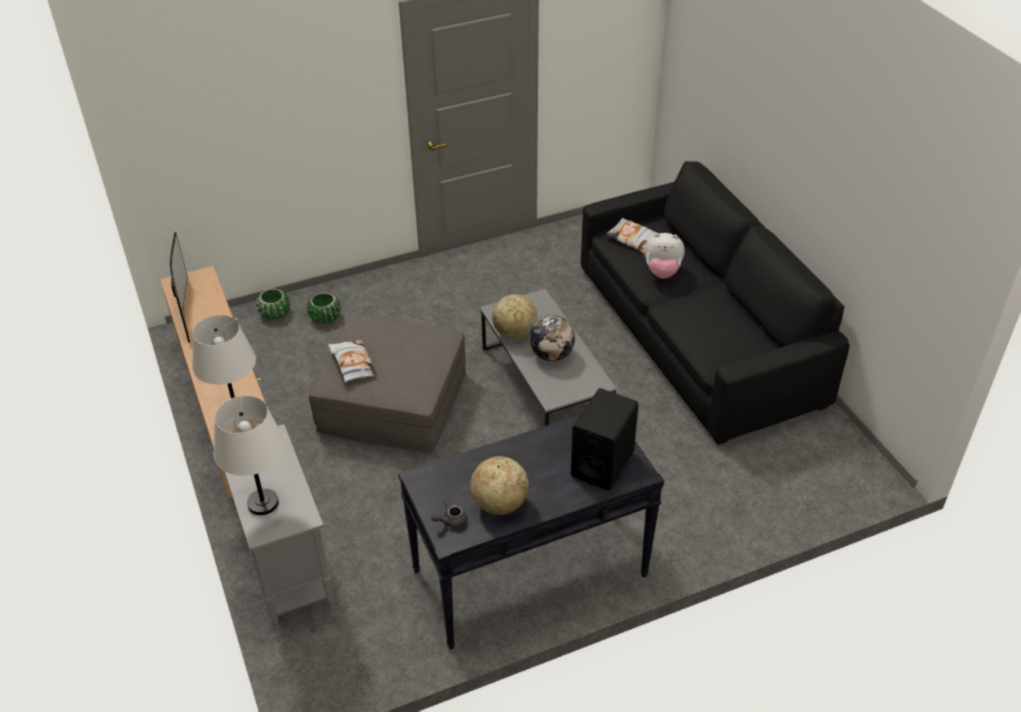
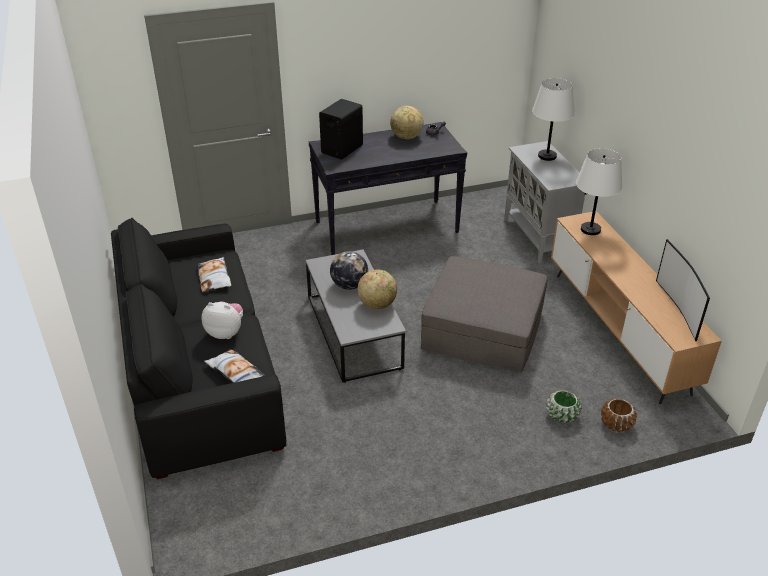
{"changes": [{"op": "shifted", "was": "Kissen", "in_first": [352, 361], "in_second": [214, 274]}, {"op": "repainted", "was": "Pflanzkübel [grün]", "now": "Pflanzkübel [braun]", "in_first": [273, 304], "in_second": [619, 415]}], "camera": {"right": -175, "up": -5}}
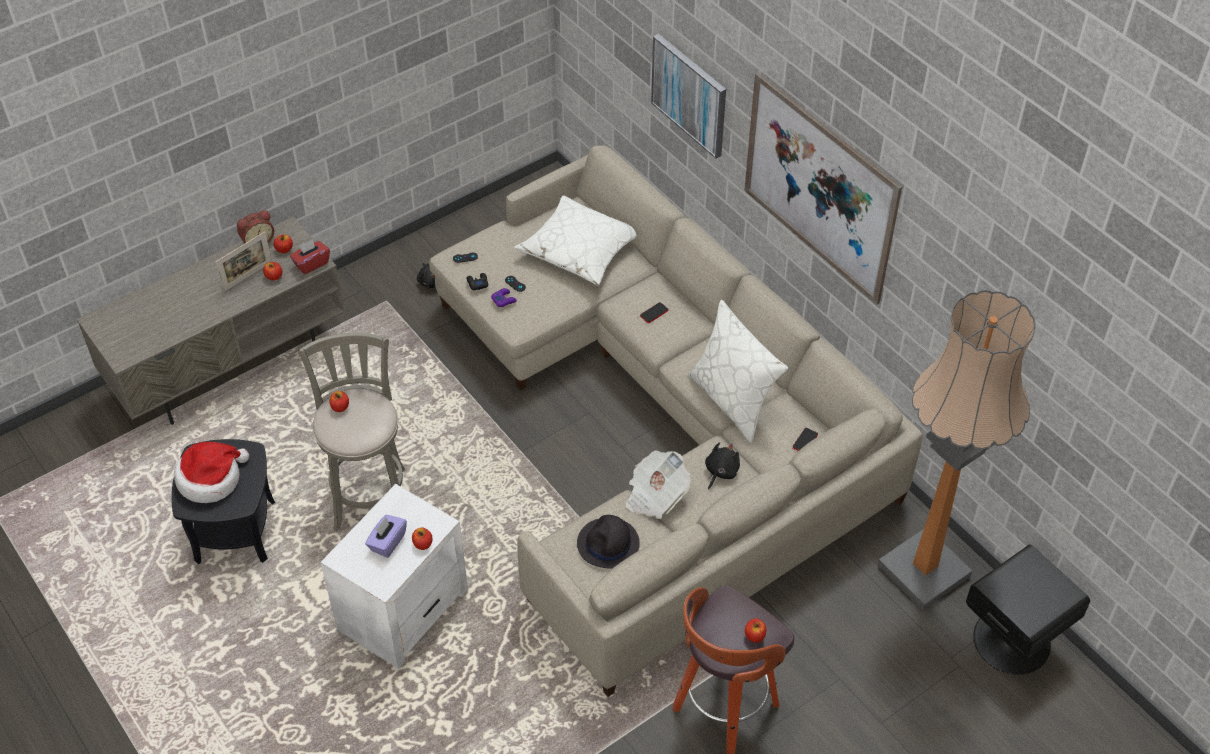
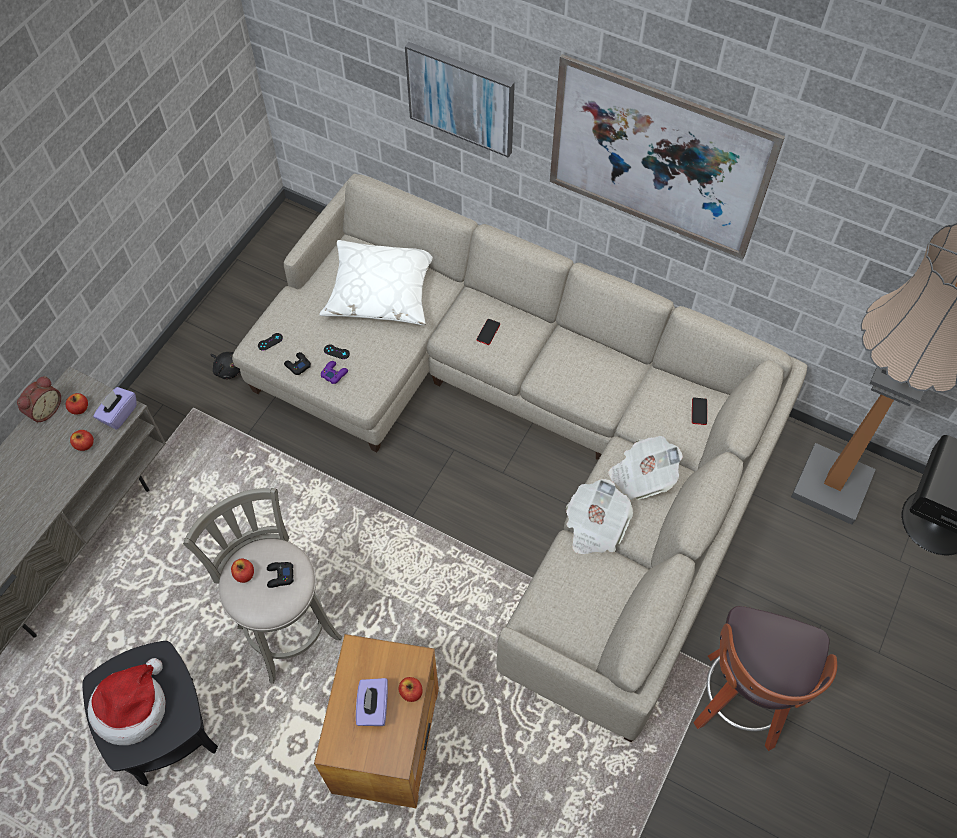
{"changes": [{"op": "repainted", "was": "Taschentuchbox [rot]", "now": "Taschentuchbox [lila]", "in_first": [310, 257], "in_second": [115, 408]}, {"op": "new", "now": "Gamepad [schwarz]", "in_second": [280, 575]}, {"op": "repainted", "was": "Beistelltisch [weiß]", "now": "Beistelltisch [braun]", "in_first": [394, 576], "in_second": [376, 721]}, {"op": "swapped", "was": "Plüschtier [schwarz]", "now": "Zeitung", "in_first": [722, 466], "in_second": [645, 468]}, {"op": "gone", "was": "Bilderrahmen", "in_first": [244, 262]}, {"op": "gone", "was": "Hut [schwarz]", "in_first": [608, 542]}, {"op": "gone", "was": "Kissen [weiß]", "in_first": [738, 371]}, {"op": "gone", "was": "Apfel", "in_first": [755, 630]}], "camera": {"right": -25, "up": 10}}
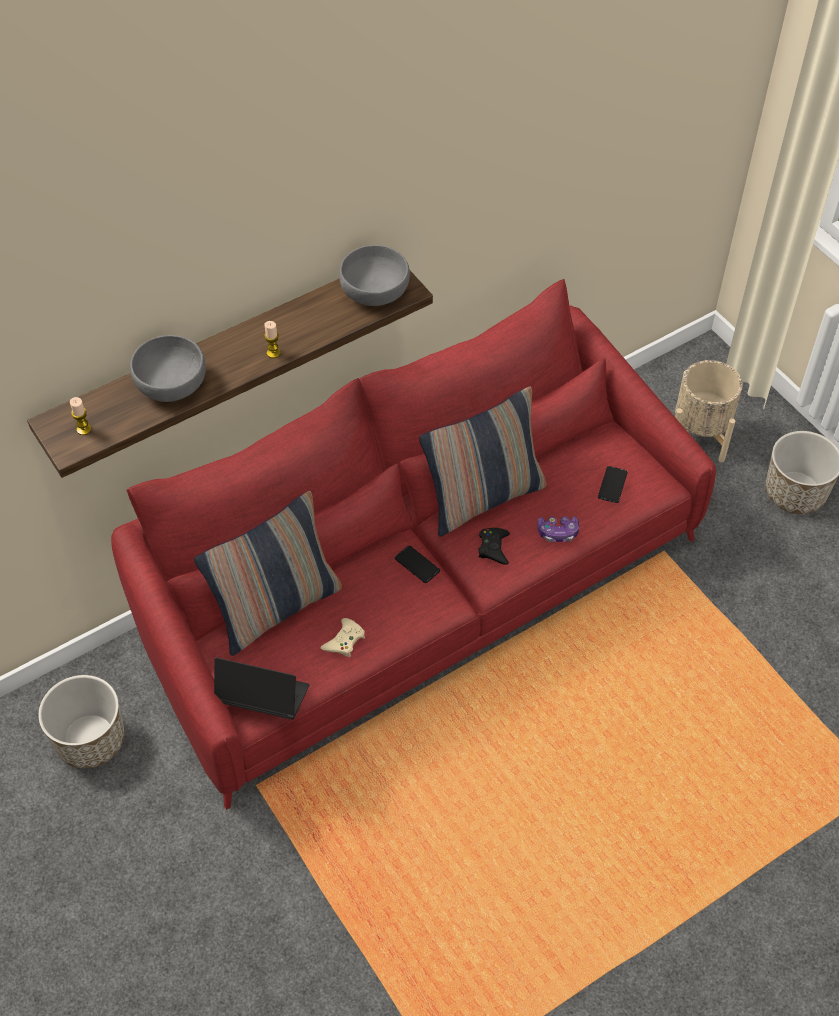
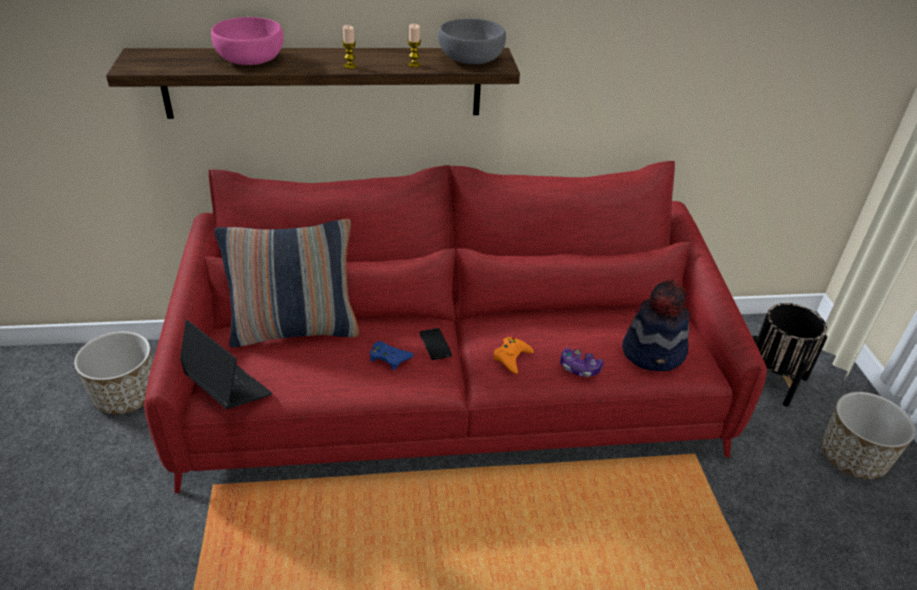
{"changes": [{"op": "repainted", "was": "Schüssel [grau]", "now": "Schüssel [rosa]", "in_first": [168, 368], "in_second": [247, 41]}, {"op": "new", "now": "Gamepad [blau]", "in_second": [392, 356]}, {"op": "shifted", "was": "Kerze", "in_first": [80, 416], "in_second": [414, 45]}, {"op": "repainted", "was": "Gamepad [schwarz]", "now": "Gamepad [orange]", "in_first": [494, 546], "in_second": [513, 355]}, {"op": "swapped", "was": "Handy", "now": "Hut", "in_first": [613, 484], "in_second": [656, 325]}, {"op": "repainted", "was": "Pflanzkübel [beige]", "now": "Pflanzkübel [schwarz]", "in_first": [709, 411], "in_second": [790, 355]}, {"op": "gone", "was": "Gamepad [beige]", "in_first": [342, 637]}, {"op": "gone", "was": "Kissen", "in_first": [483, 462]}], "camera": {"right": 25, "up": -15}}
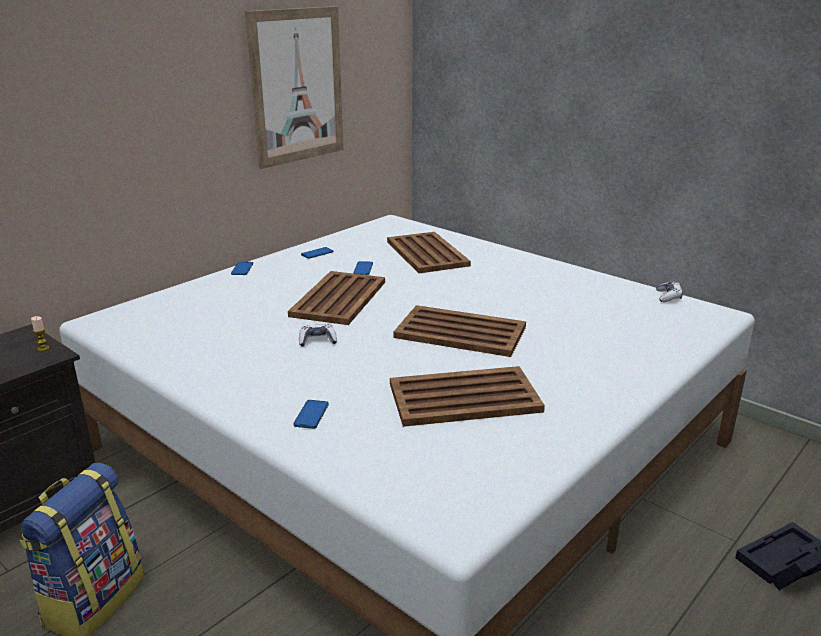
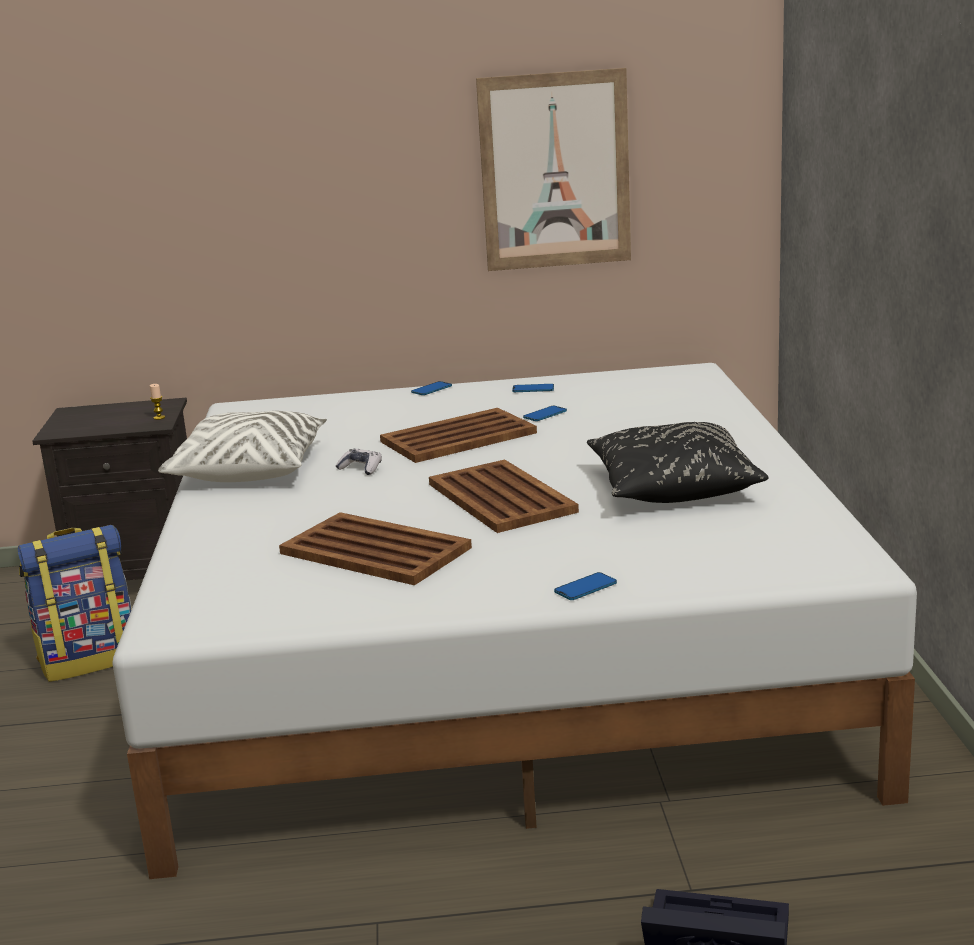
{"changes": [{"op": "new", "now": "Kissen [weiß]", "in_second": [242, 446]}, {"op": "shifted", "was": "Handy", "in_first": [311, 414], "in_second": [585, 586]}, {"op": "new", "now": "Kissen [schwarz]", "in_second": [678, 462]}, {"op": "gone", "was": "Tablett [braun]", "in_first": [429, 252]}, {"op": "gone", "was": "Gamepad", "in_first": [669, 291]}], "camera": {"right": 45, "up": -5}}
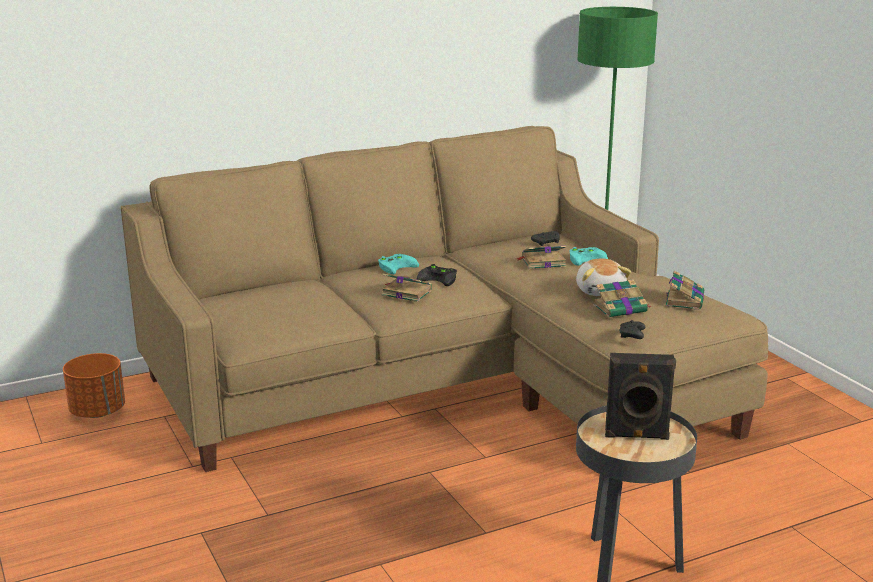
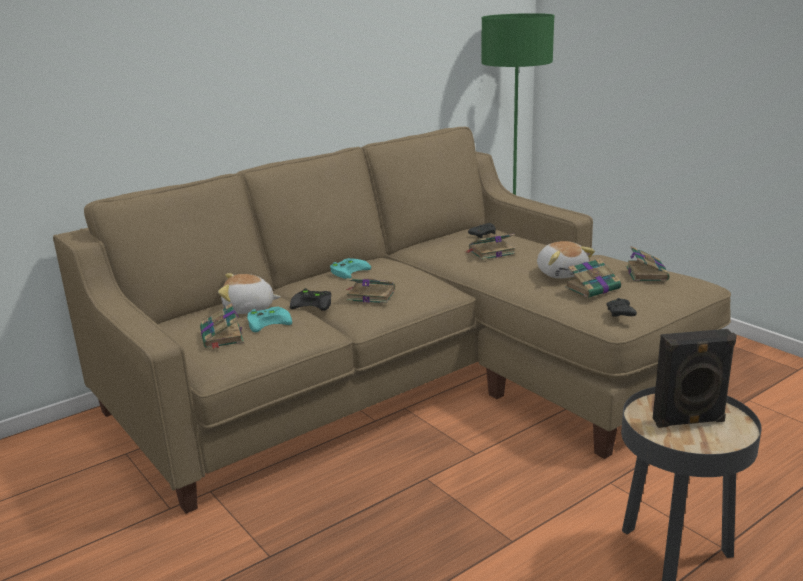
{"changes": [{"op": "new", "now": "Buch", "in_second": [222, 326]}, {"op": "new", "now": "Plüschtier", "in_second": [249, 293]}, {"op": "shifted", "was": "Gamepad [türkis]", "in_first": [589, 256], "in_second": [269, 319]}, {"op": "shifted", "was": "Gamepad [schwarz]", "in_first": [437, 275], "in_second": [310, 299]}, {"op": "gone", "was": "Pflanzkübel [orange]", "in_first": [94, 385]}], "camera": {"right": -10, "up": 0}}
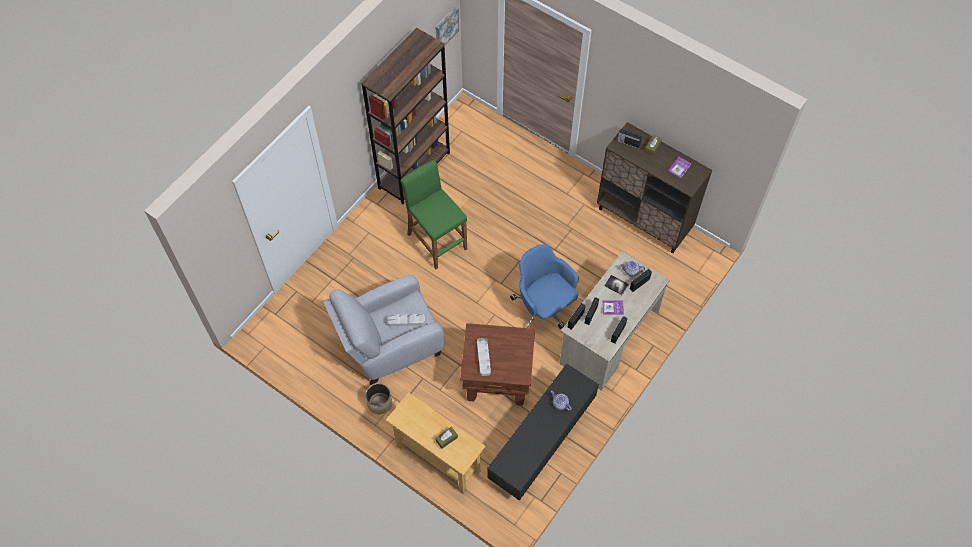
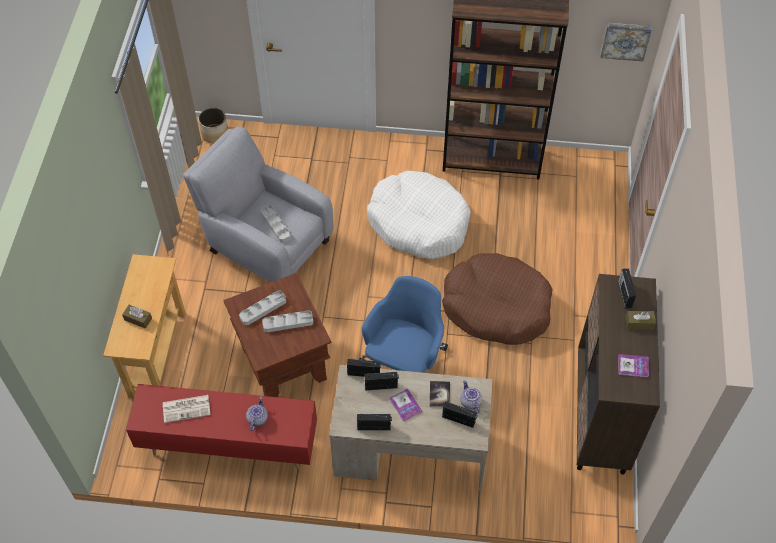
{"changes": [{"op": "repainted", "was": "Fernsehschrank [schwarz]", "now": "Fernsehschrank [rot]", "in_first": [543, 432], "in_second": [221, 427]}, {"op": "new", "now": "Zeitung", "in_second": [186, 409]}, {"op": "shifted", "was": "Pflanzkübel", "in_first": [379, 398], "in_second": [213, 125]}, {"op": "new", "now": "Tablett [grau]", "in_second": [287, 321]}, {"op": "swapped", "was": "Hocker [grün]", "now": "Hundebett [weiß]", "in_first": [433, 214], "in_second": [419, 215]}, {"op": "new", "now": "Hundebett [braun]", "in_second": [497, 299]}], "camera": {"right": 60, "up": -5}}
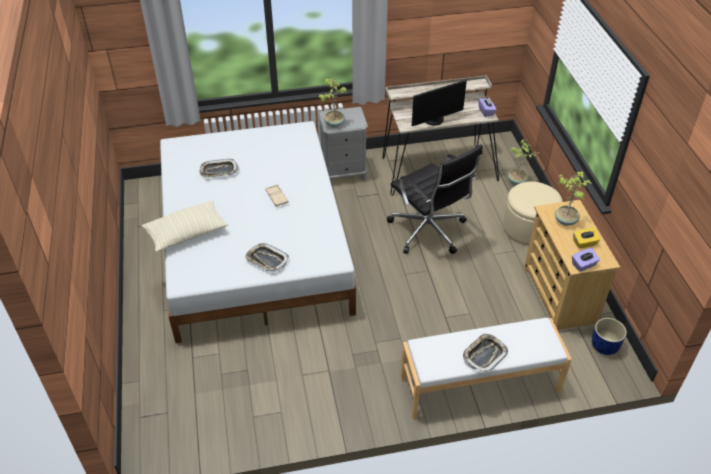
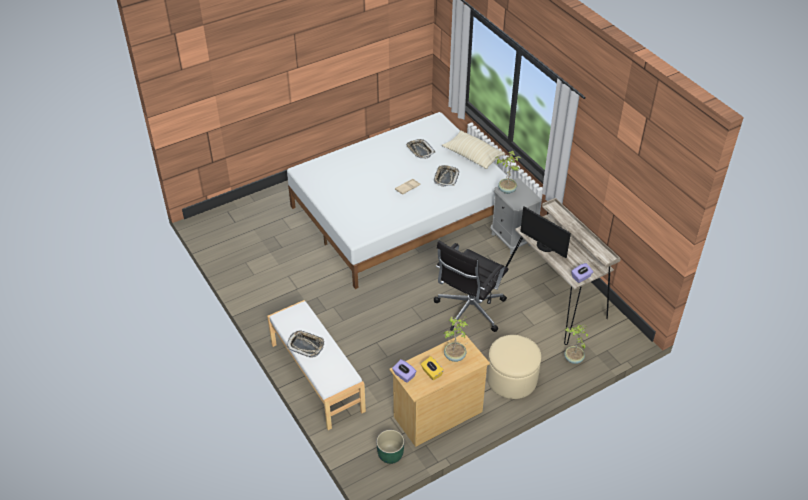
{"changes": [{"op": "repainted", "was": "Pflanzkübel [blau]", "now": "Pflanzkübel [grün]", "in_first": [609, 336], "in_second": [390, 447]}, {"op": "shifted", "was": "Tablett", "in_first": [267, 257], "in_second": [446, 176]}, {"op": "shifted", "was": "Kissen [beige]", "in_first": [185, 226], "in_second": [473, 150]}], "camera": {"right": 70, "up": 0}}
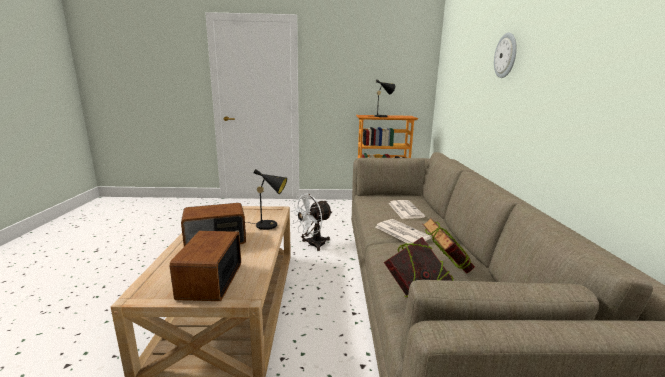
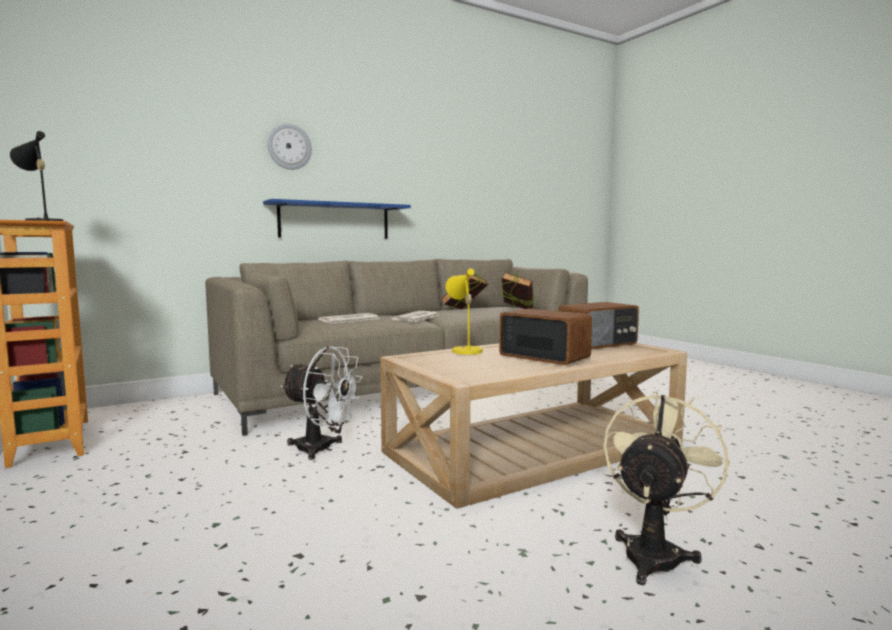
{"changes": [{"op": "new", "now": "Wandregal [blau]", "in_second": [337, 218]}, {"op": "repainted", "was": "Tischlampe [schwarz]", "now": "Tischlampe [gelb]", "in_first": [266, 199], "in_second": [464, 312]}, {"op": "new", "now": "Ventilator [beige]", "in_second": [666, 488]}], "camera": {"right": -120, "up": -10}}
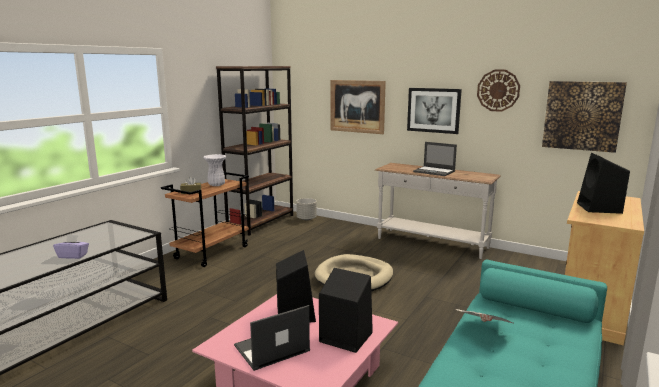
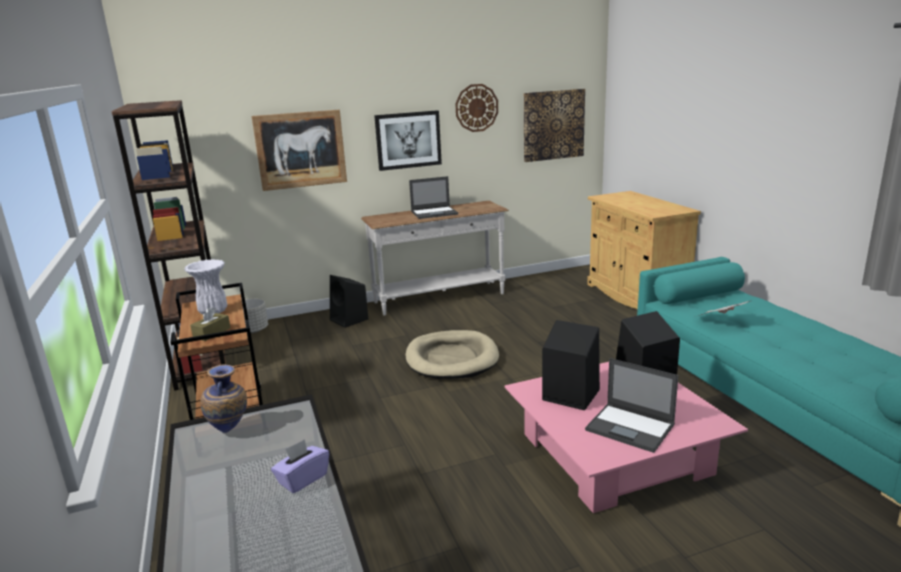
{"changes": [{"op": "new", "now": "Vase", "in_second": [223, 399]}, {"op": "shifted", "was": "Lautsprecher [schwarz]", "in_first": [603, 183], "in_second": [349, 301]}, {"op": "rotated", "was": "Laptop", "in_first": [272, 338], "in_second": [631, 405], "clockwise": -60}], "camera": {"right": -50, "up": 5}}
